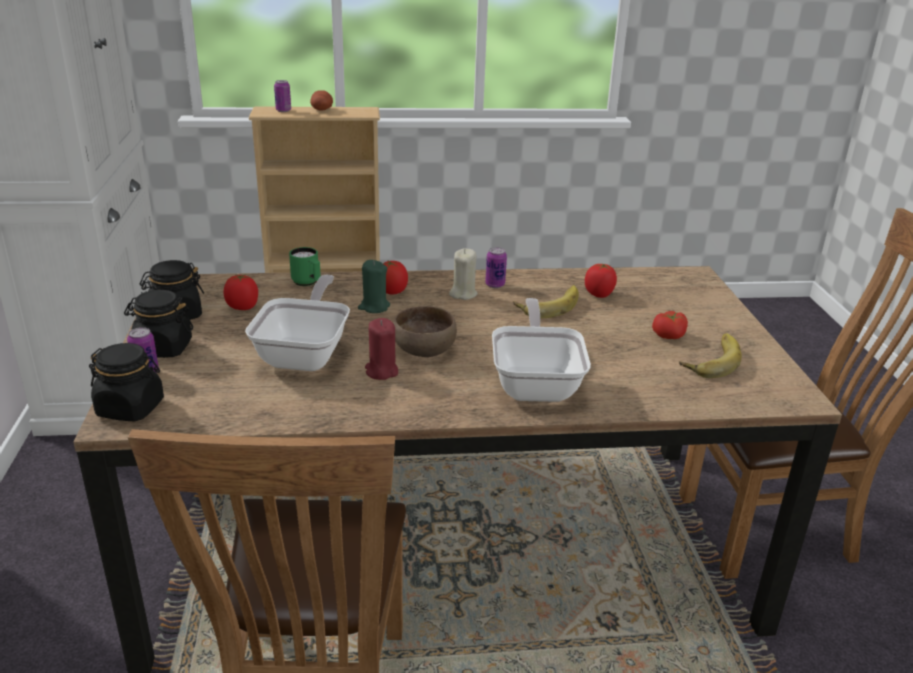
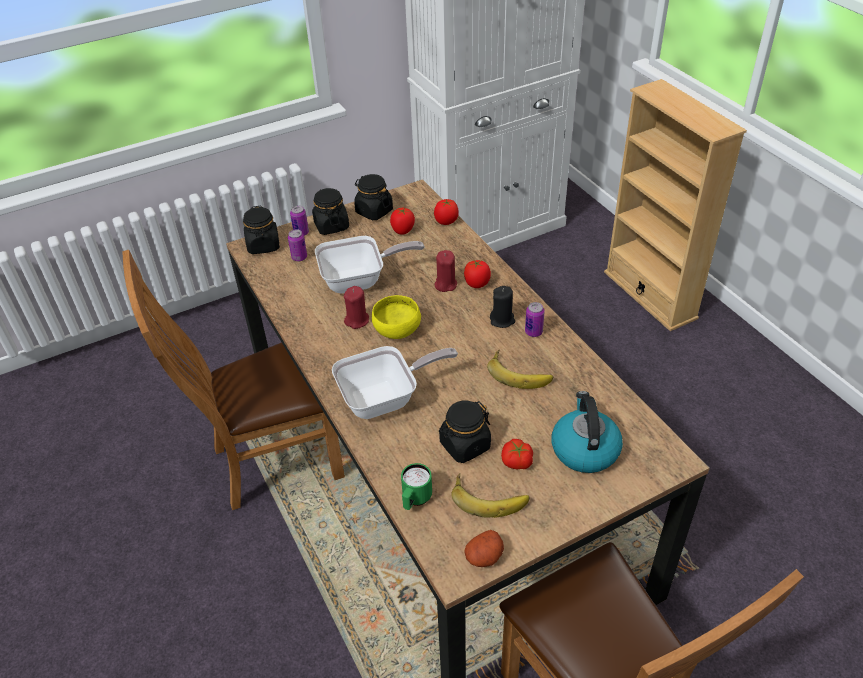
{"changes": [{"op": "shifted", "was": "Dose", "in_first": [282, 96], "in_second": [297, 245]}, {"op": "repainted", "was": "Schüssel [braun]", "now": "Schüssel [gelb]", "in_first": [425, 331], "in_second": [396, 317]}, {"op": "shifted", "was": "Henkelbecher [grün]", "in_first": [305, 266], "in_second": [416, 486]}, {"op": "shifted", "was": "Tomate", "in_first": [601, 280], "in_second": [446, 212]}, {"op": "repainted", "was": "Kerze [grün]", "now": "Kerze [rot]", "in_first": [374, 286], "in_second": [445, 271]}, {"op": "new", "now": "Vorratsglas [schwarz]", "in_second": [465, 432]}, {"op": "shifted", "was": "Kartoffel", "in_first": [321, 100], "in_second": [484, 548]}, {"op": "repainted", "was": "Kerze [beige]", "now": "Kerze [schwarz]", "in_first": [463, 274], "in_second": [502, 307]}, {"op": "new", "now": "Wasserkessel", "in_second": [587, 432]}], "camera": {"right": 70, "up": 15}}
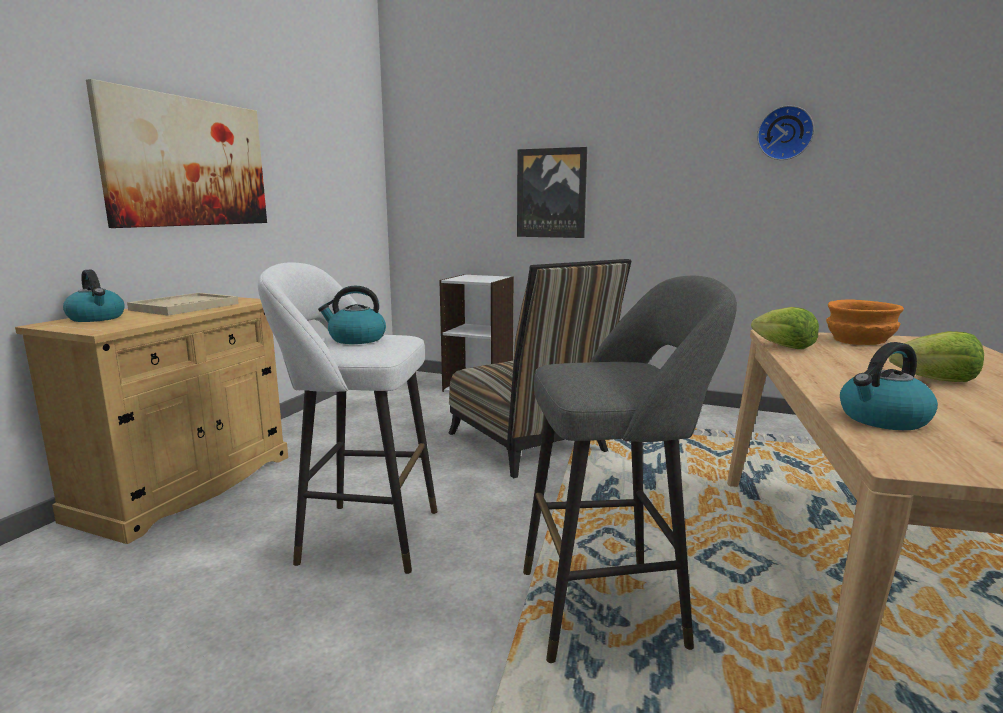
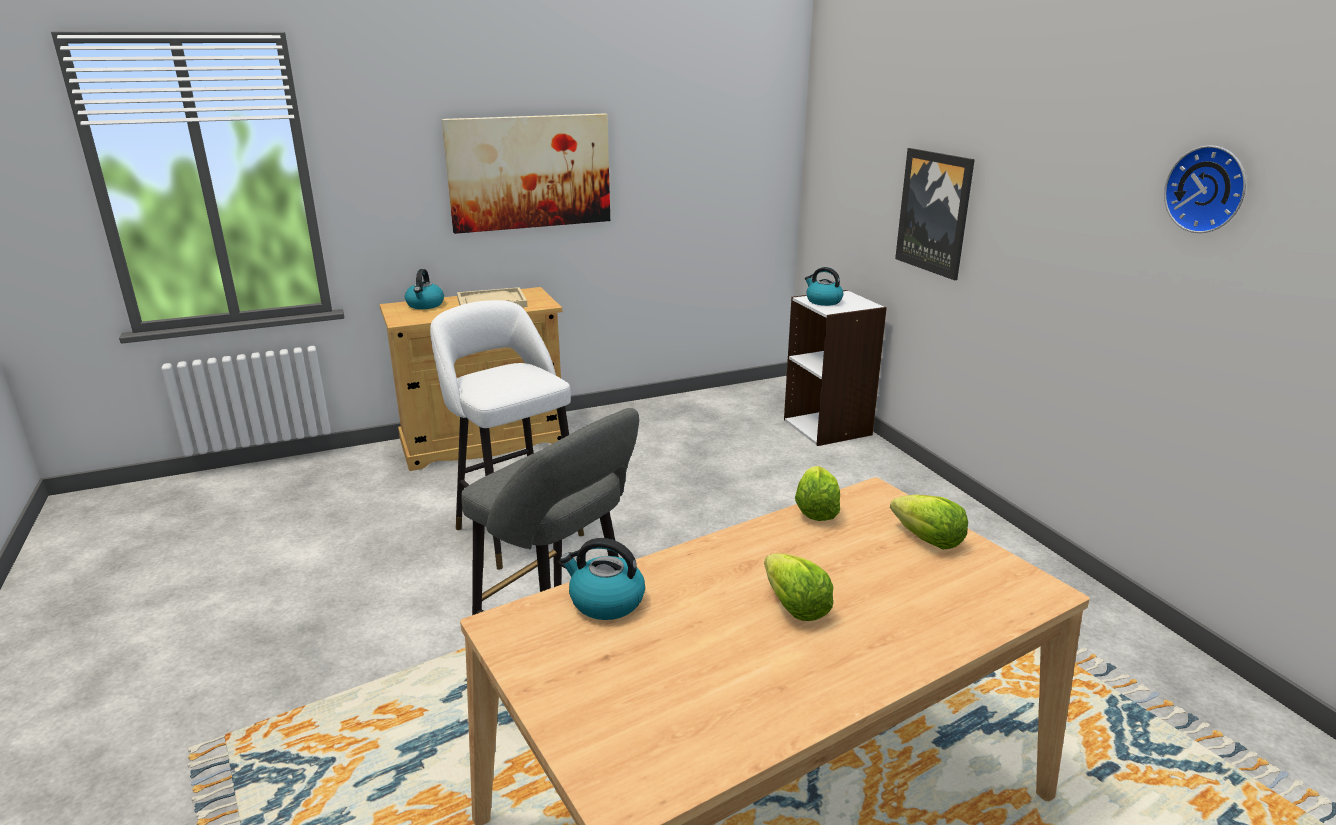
{"changes": [{"op": "shifted", "was": "Wasserkessel", "in_first": [352, 315], "in_second": [824, 286]}, {"op": "swapped", "was": "Schüssel [orange]", "now": "Salatkopf", "in_first": [865, 322], "in_second": [929, 522]}, {"op": "gone", "was": "Stuhl", "in_first": [540, 368]}], "camera": {"right": 45, "up": 10}}
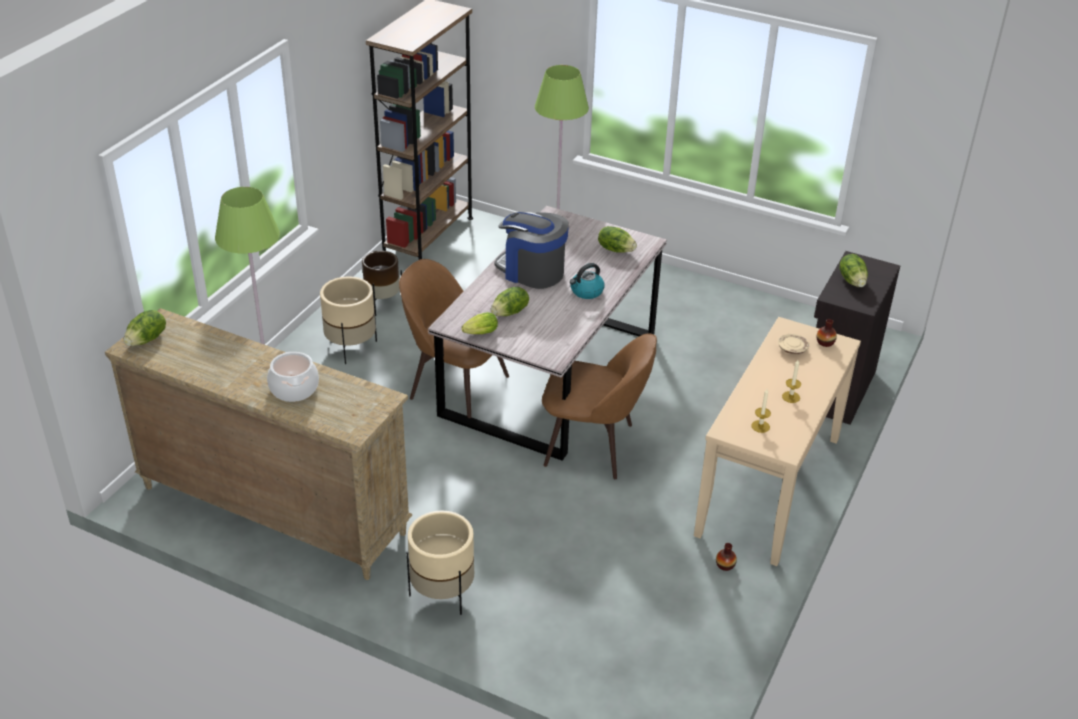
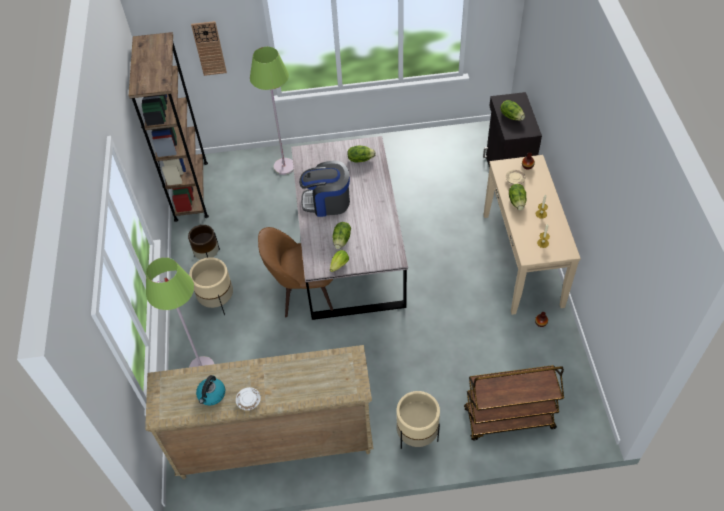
{"changes": [{"op": "new", "now": "Wanduhr", "in_second": [209, 48]}, {"op": "shifted", "was": "Wasserkessel", "in_first": [587, 281], "in_second": [210, 390]}, {"op": "new", "now": "Teller [weiß]", "in_second": [248, 399]}, {"op": "new", "now": "Rollwagen [braun]", "in_second": [514, 402]}, {"op": "shifted", "was": "Salatkopf", "in_first": [145, 328], "in_second": [517, 197]}, {"op": "gone", "was": "Kochtopf", "in_first": [293, 377]}, {"op": "gone", "was": "Stuhl [braun]", "in_first": [599, 406]}], "camera": {"right": -30, "up": 15}}
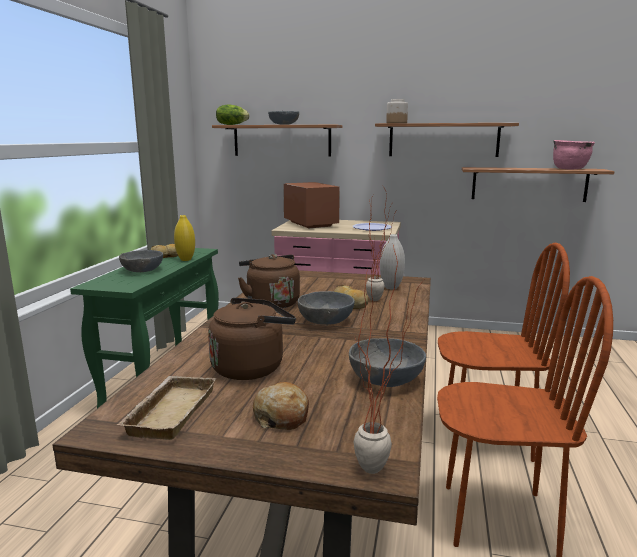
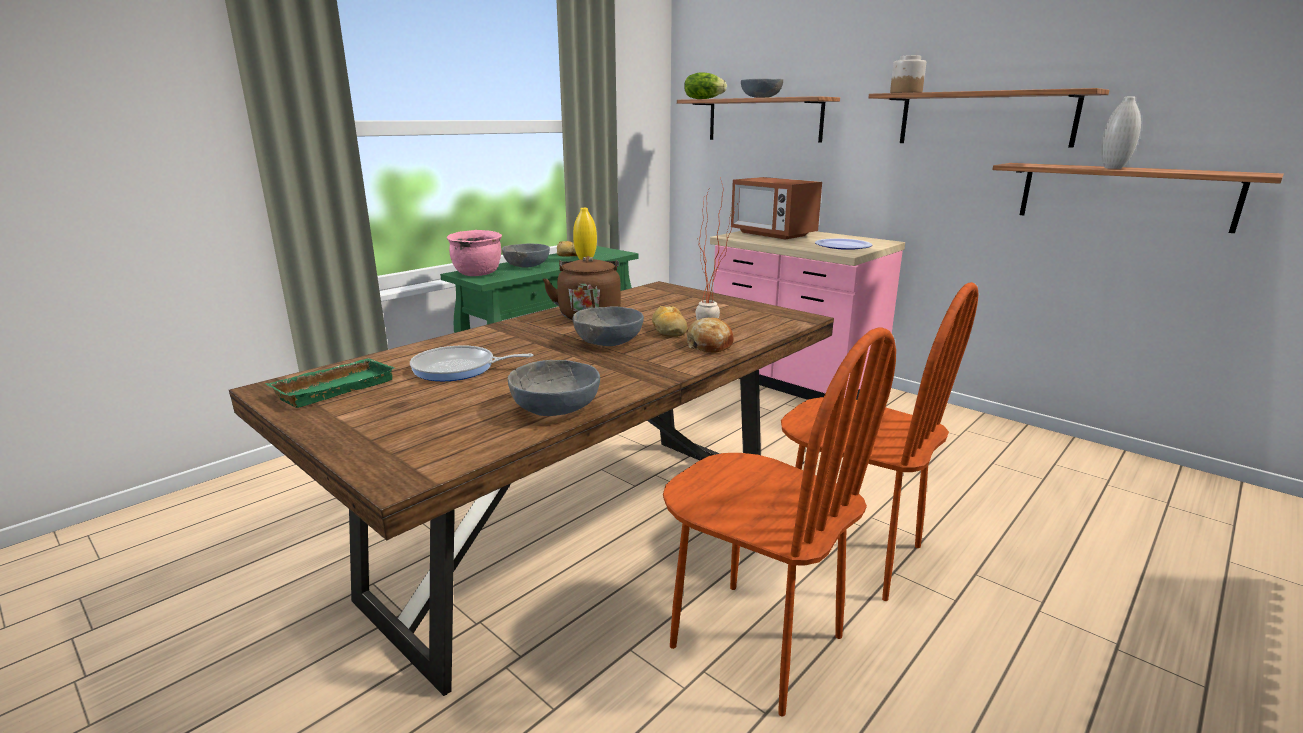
{"changes": [{"op": "repainted", "was": "Tablett [beige]", "now": "Tablett [grün]", "in_first": [166, 408], "in_second": [330, 383]}, {"op": "swapped", "was": "Wasserkessel [braun]", "now": "Pfanne", "in_first": [252, 339], "in_second": [472, 363]}, {"op": "shifted", "was": "Kochtopf [rosa]", "in_first": [574, 154], "in_second": [474, 253]}, {"op": "shifted", "was": "Brot", "in_first": [281, 406], "in_second": [710, 335]}, {"op": "rotated", "was": "Mikrowelle", "in_first": [311, 205], "in_second": [776, 208], "clockwise": 135}, {"op": "shifted", "was": "Vase [weiß]", "in_first": [392, 261], "in_second": [1121, 133]}, {"op": "gone", "was": "Topfpflanze", "in_first": [388, 359]}], "camera": {"right": 30, "up": 5}}
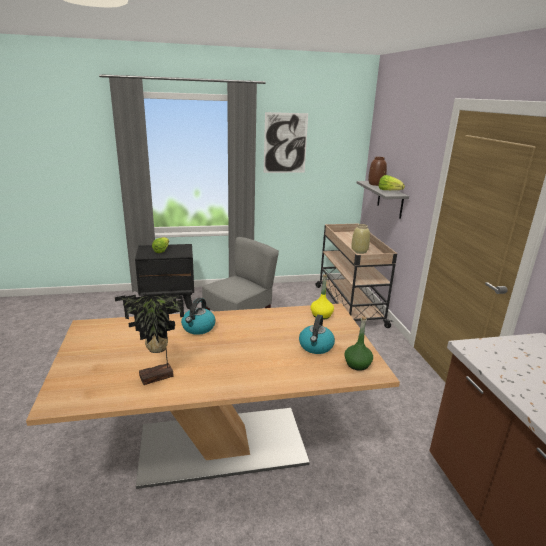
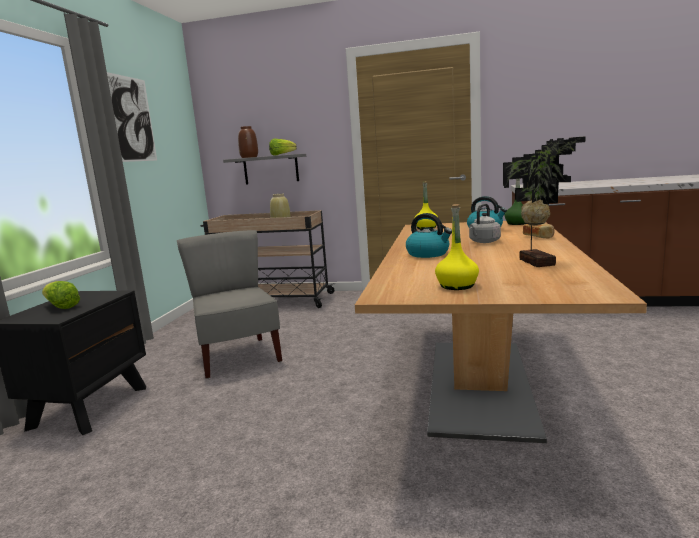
{"changes": [{"op": "new", "now": "Flasche [gelb]", "in_second": [457, 247]}, {"op": "new", "now": "Wasserkessel [grau]", "in_second": [485, 223]}, {"op": "new", "now": "Brot", "in_second": [539, 231]}], "camera": {"right": -65, "up": -10}}
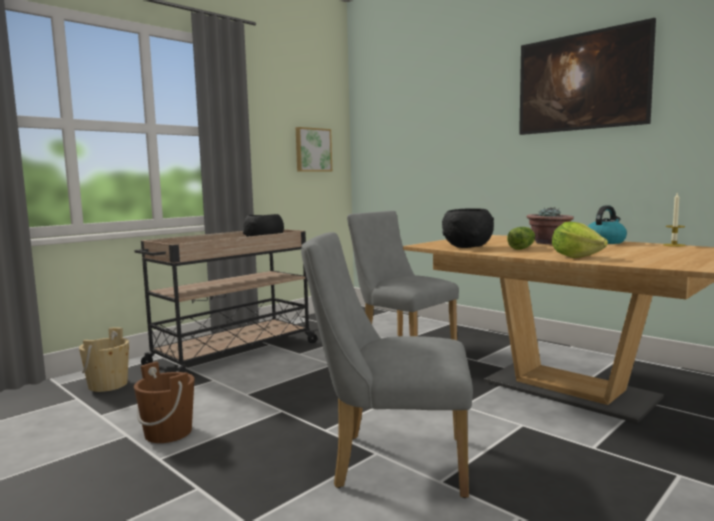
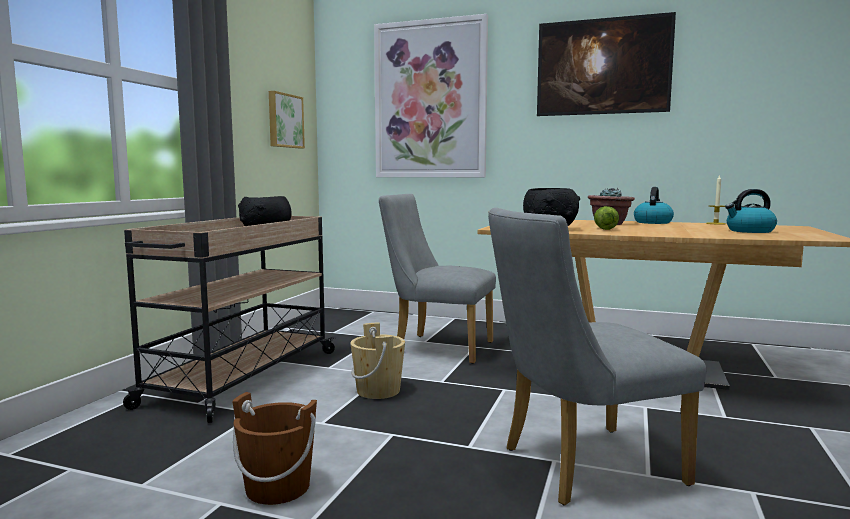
{"changes": [{"op": "shifted", "was": "Eimer [beige]", "in_first": [104, 360], "in_second": [377, 361]}, {"op": "new", "now": "Bild", "in_second": [431, 95]}, {"op": "new", "now": "Wasserkessel", "in_second": [751, 211]}, {"op": "gone", "was": "Salatkopf", "in_first": [580, 240]}], "camera": {"right": -25, "up": 0}}
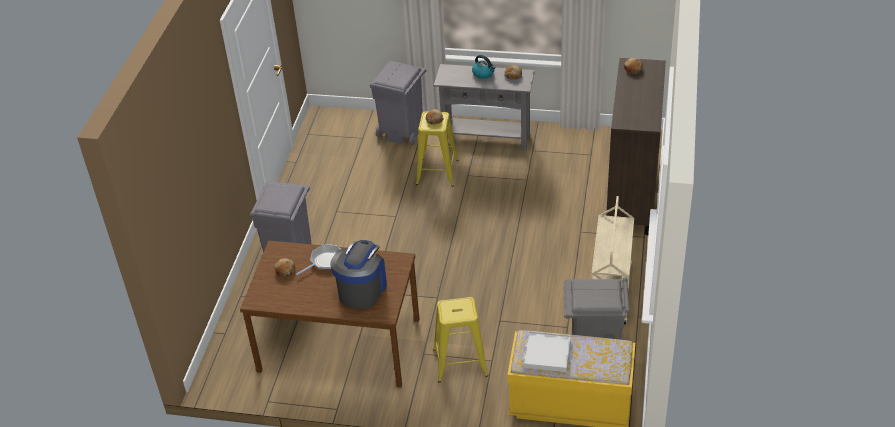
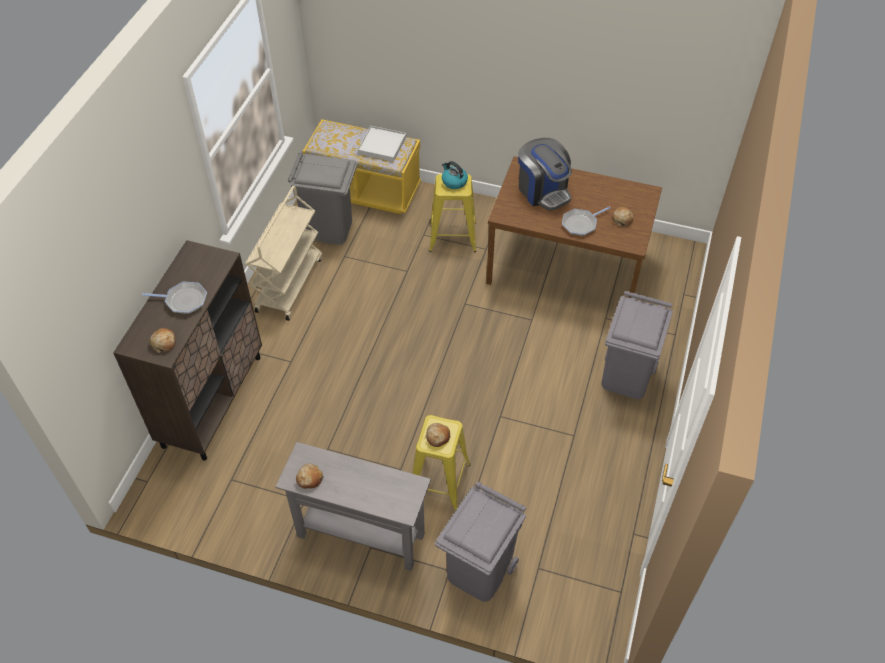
{"changes": [{"op": "new", "now": "Pfanne", "in_second": [174, 298]}, {"op": "shifted", "was": "Wasserkessel", "in_first": [484, 67], "in_second": [455, 175]}, {"op": "rotated", "was": "Kaffeemaschine", "in_first": [358, 274], "in_second": [545, 174], "clockwise": -60}], "camera": {"right": -175, "up": 10}}
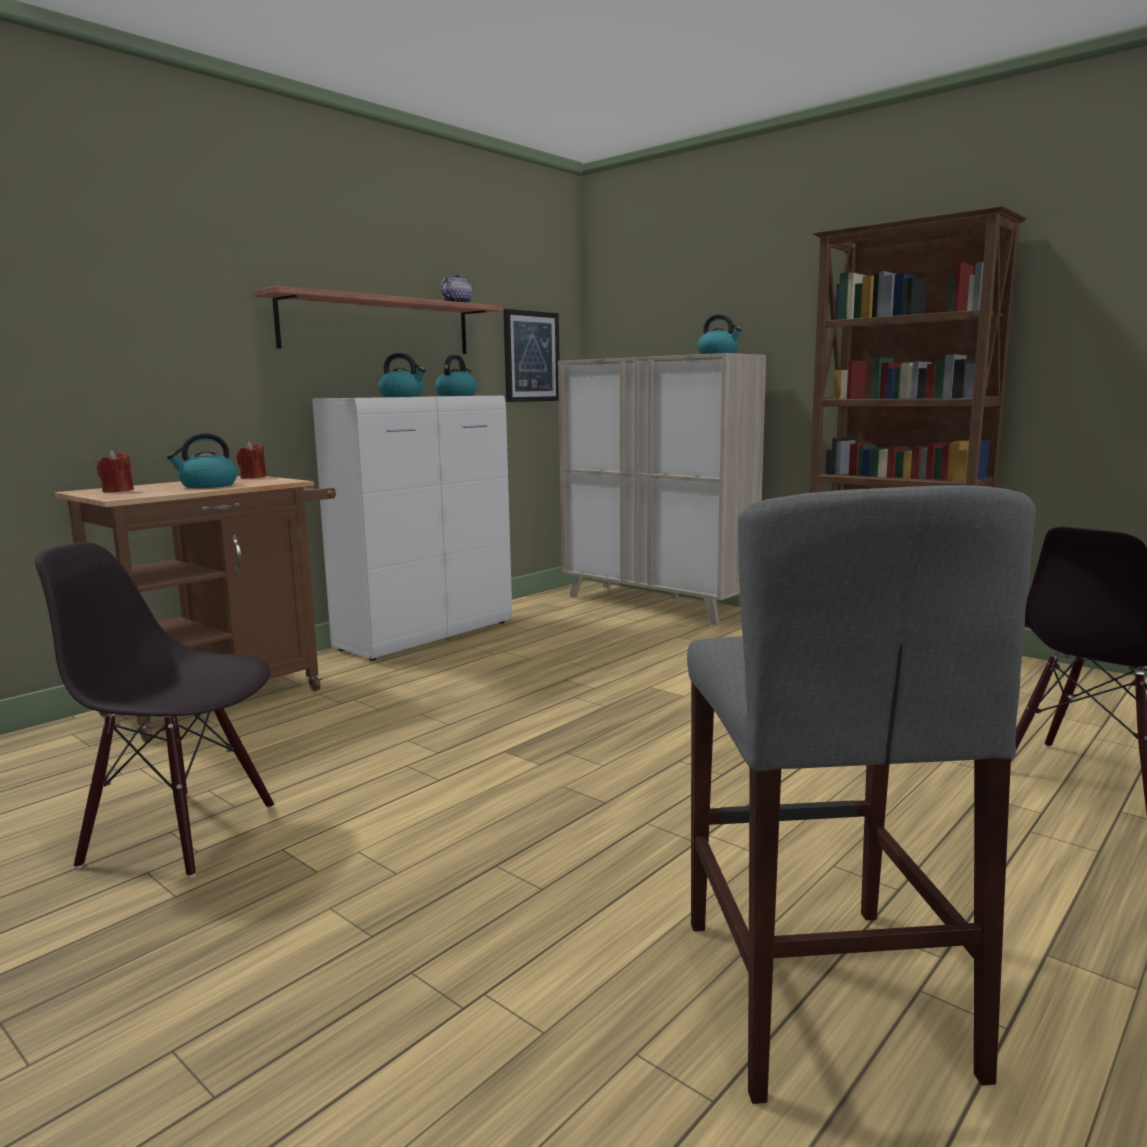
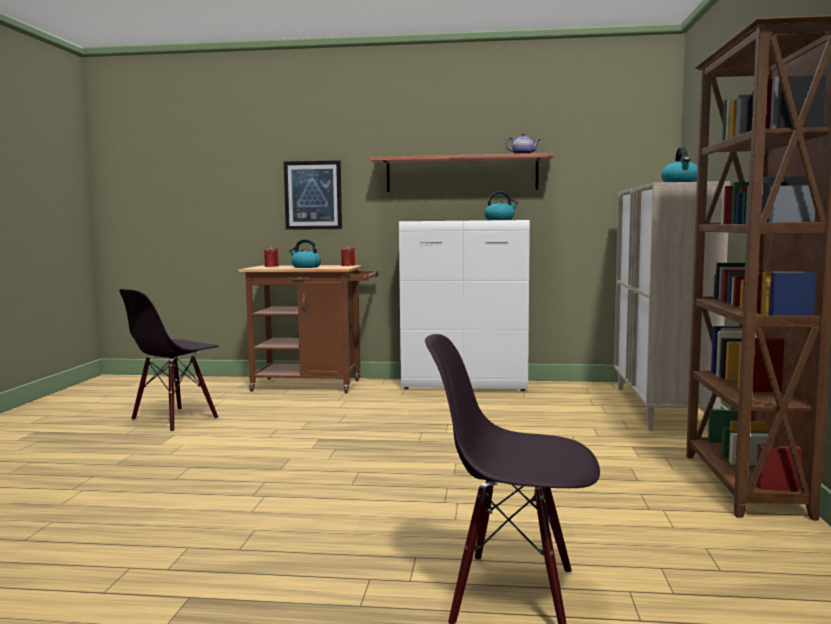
{"changes": [{"op": "rotated", "was": "Stuhl [schwarz]", "in_first": [154, 710], "in_second": [169, 360], "clockwise": -120}, {"op": "shifted", "was": "Bild", "in_first": [531, 355], "in_second": [313, 195]}, {"op": "gone", "was": "Wasserkessel", "in_first": [402, 375]}, {"op": "gone", "was": "Hocker [grau]", "in_first": [861, 794]}], "camera": {"right": 55, "up": -5}}
